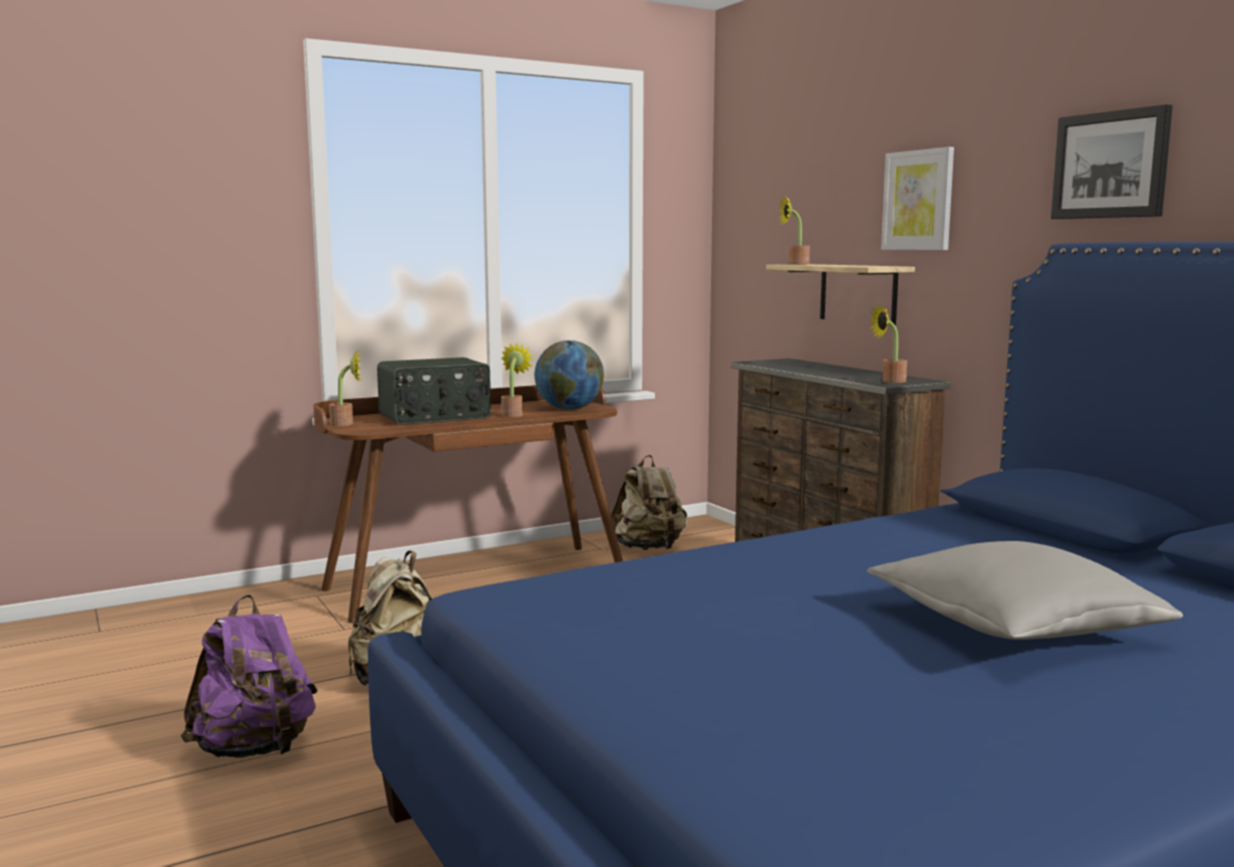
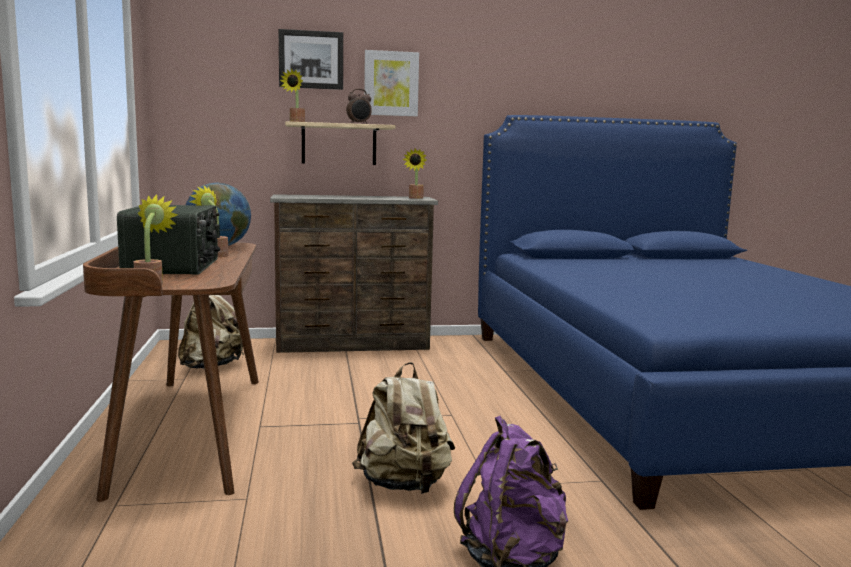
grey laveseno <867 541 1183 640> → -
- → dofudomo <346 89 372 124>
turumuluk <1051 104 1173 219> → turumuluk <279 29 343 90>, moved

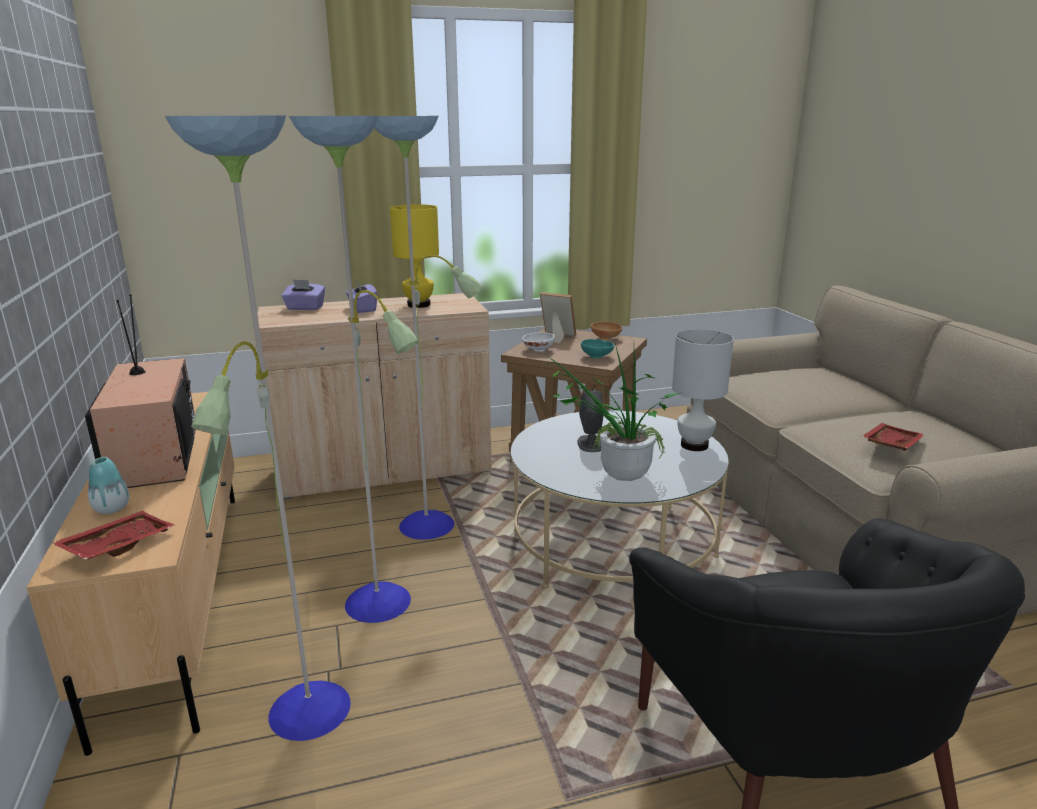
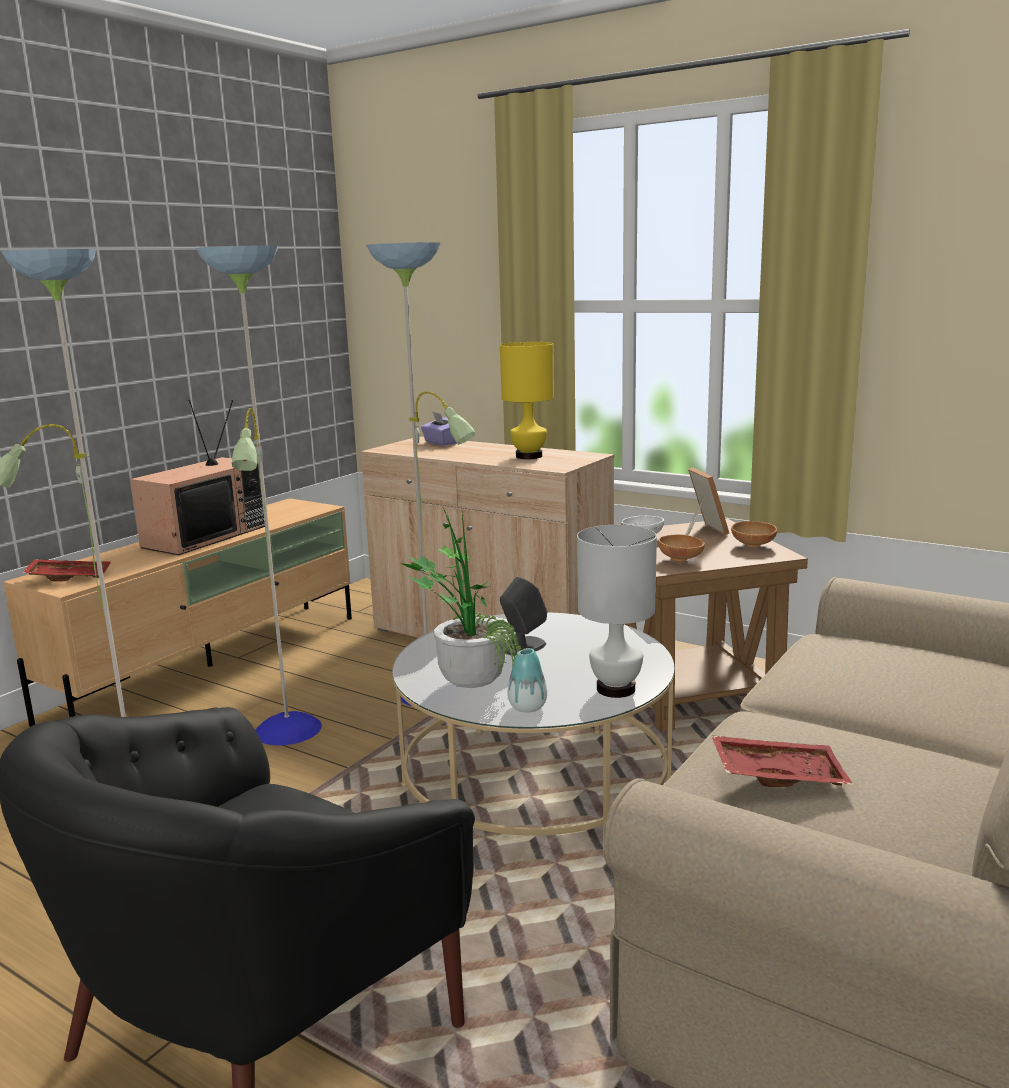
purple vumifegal <346 279 377 313> → -
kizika <88 457 129 514> → kizika <507 648 547 713>, moved
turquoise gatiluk <581 339 614 358> → brown gatiluk <658 534 705 561>

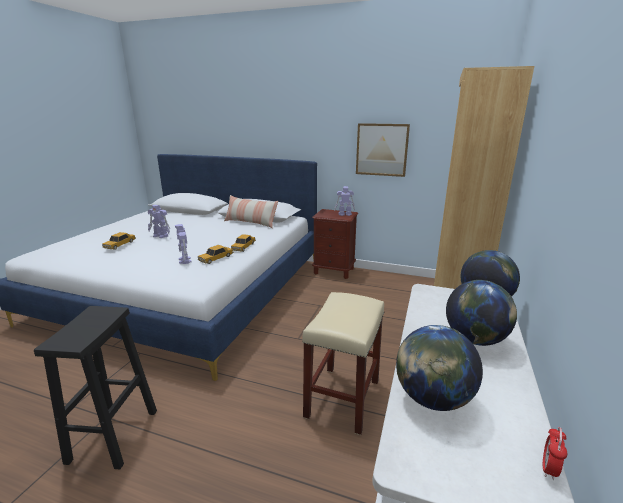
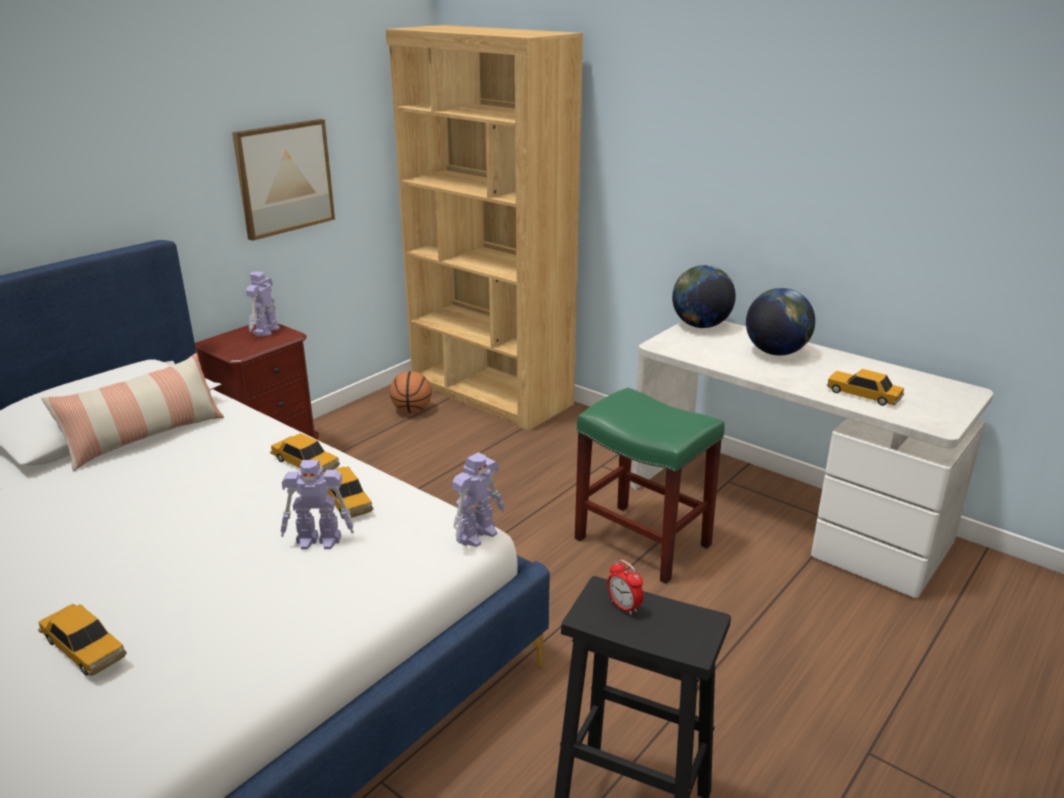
- → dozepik <390 371 432 413>
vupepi <148 205 170 238> → vupepi <452 452 504 547>, moved
dofudomo <543 427 567 480> → dofudomo <607 559 643 615>, moved
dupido <396 325 483 411> → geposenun <827 369 904 406>
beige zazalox <302 292 384 435> → green zazalox <575 387 725 584>

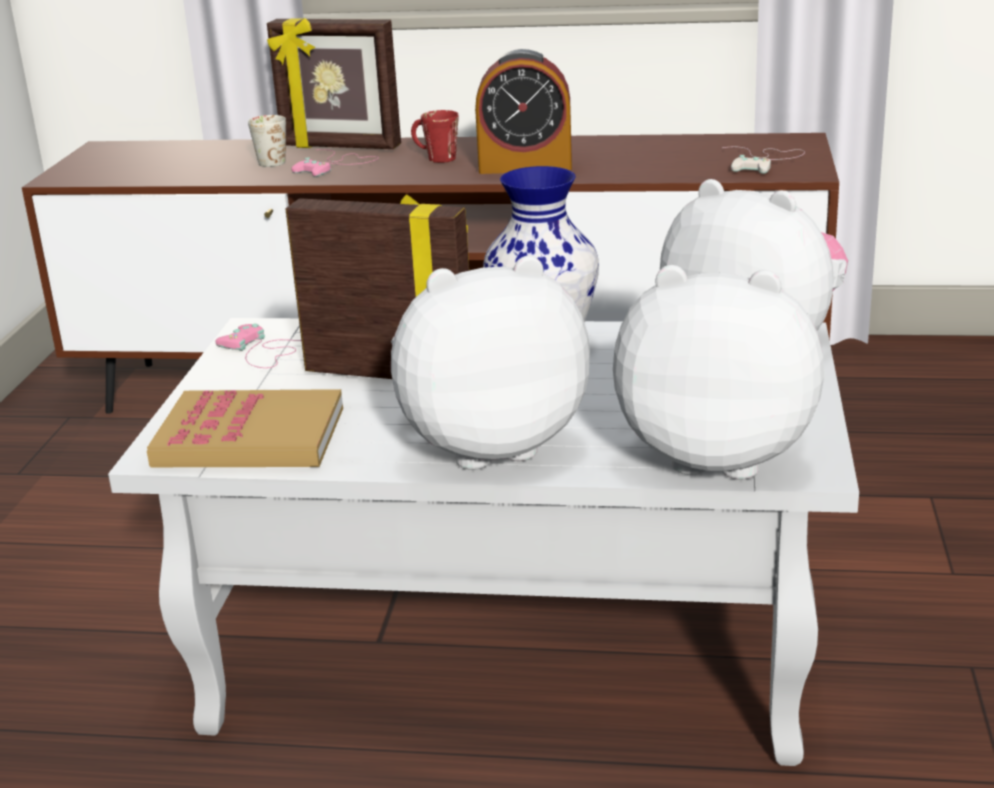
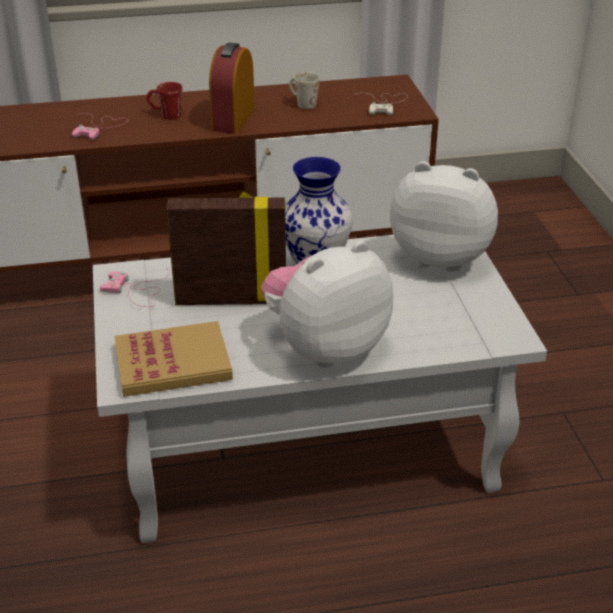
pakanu <267 18 401 149> → -
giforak <613 265 824 479> → -
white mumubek <248 115 286 167> → white mumubek <289 72 320 109>, moved
dofudomo <475 49 572 174> → dofudomo <209 43 255 134>, 120 degrees clockwise

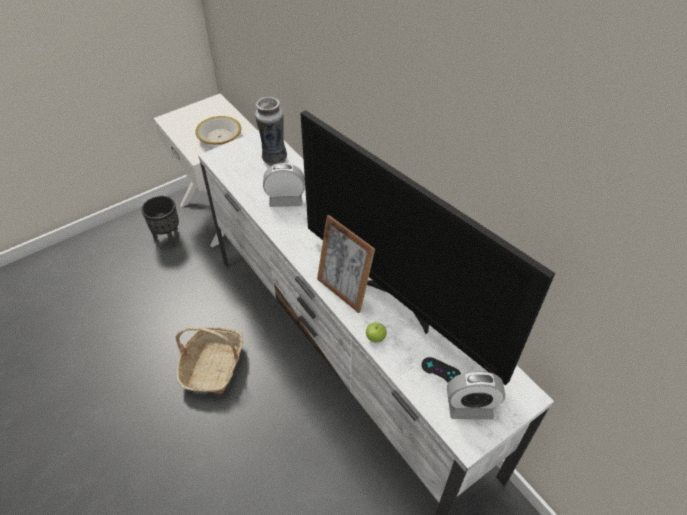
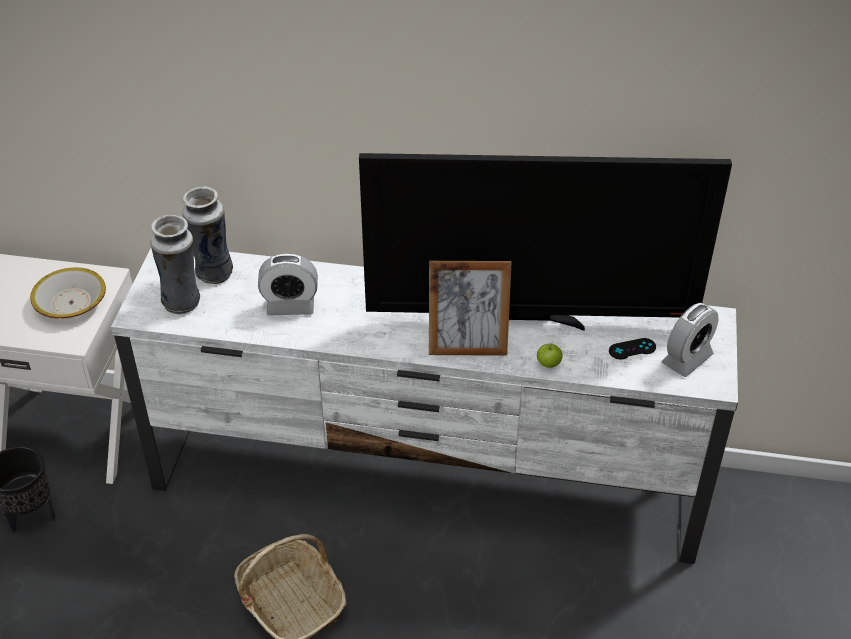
- → kizika <150 214 200 314>
dofudomo <263 163 305 207> → dofudomo <258 254 318 316>, 135 degrees counterclockwise

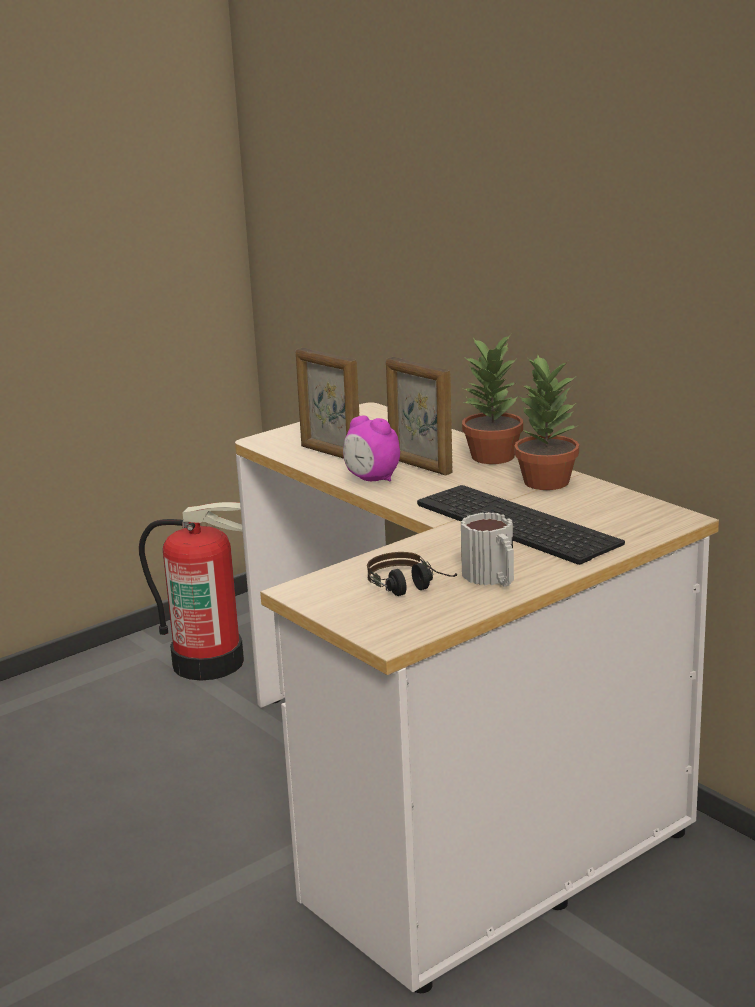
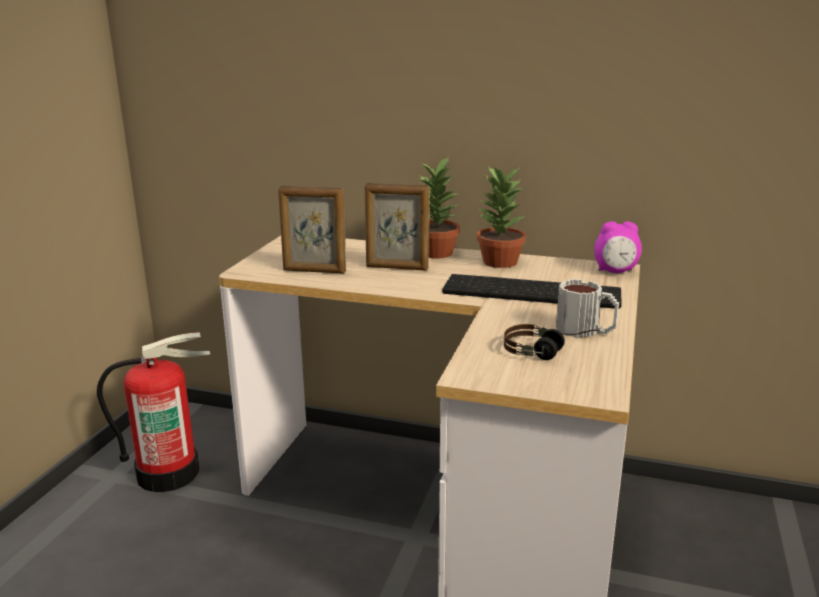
dofudomo <343 415 400 482> → dofudomo <594 221 642 273>, moved

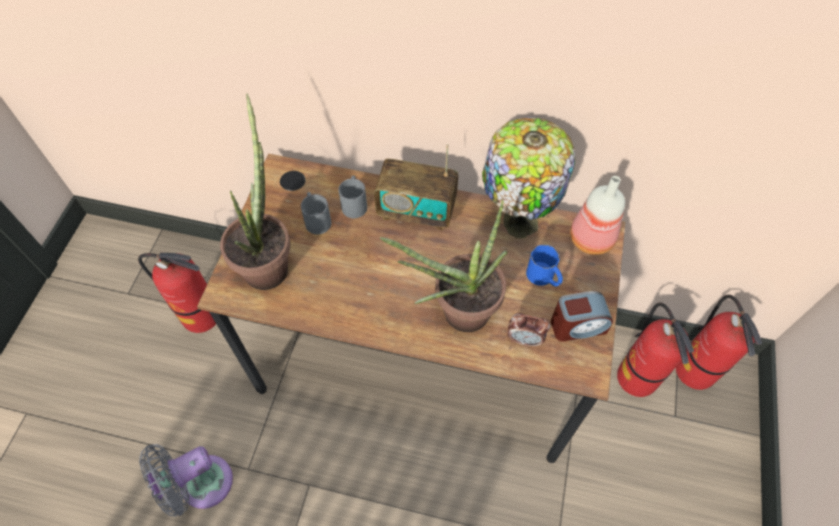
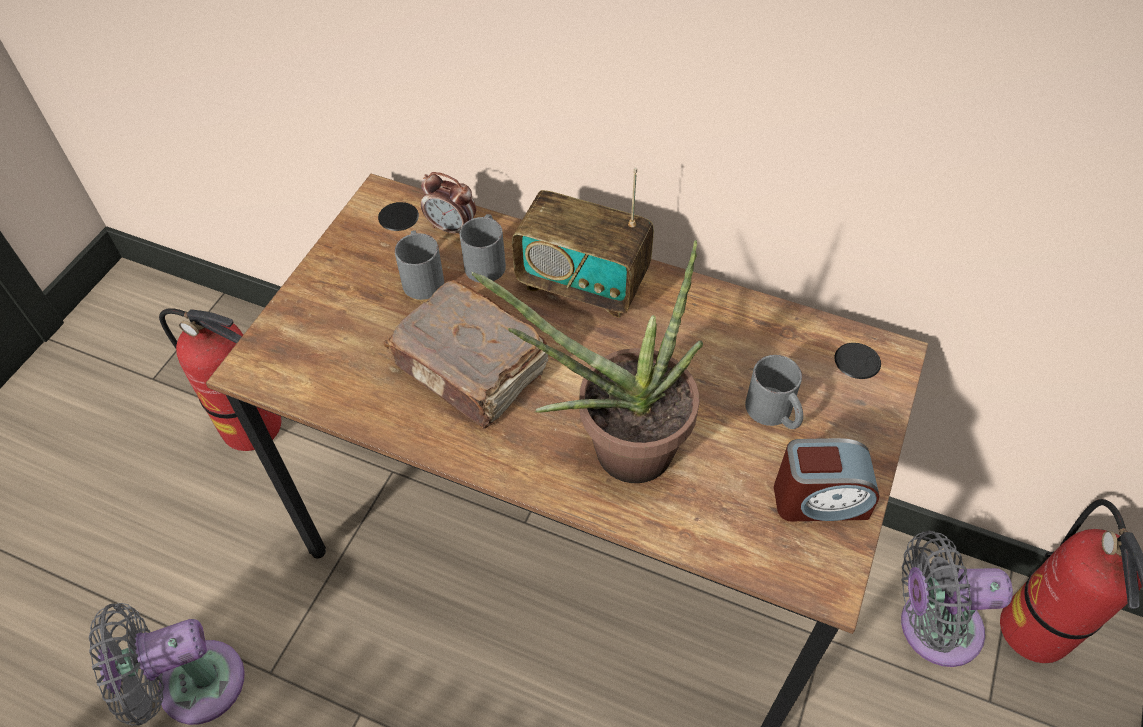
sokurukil <220 94 291 290> → -
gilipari <482 117 575 239> → -
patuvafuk <570 176 625 255> → -
- → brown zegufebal <383 280 549 429>
dofudomo <508 313 550 347> → dofudomo <421 172 476 234>, moved
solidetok <617 302 694 397> → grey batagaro <901 531 1013 667>
blue mumubek <526 245 563 286> → grey mumubek <745 355 803 429>

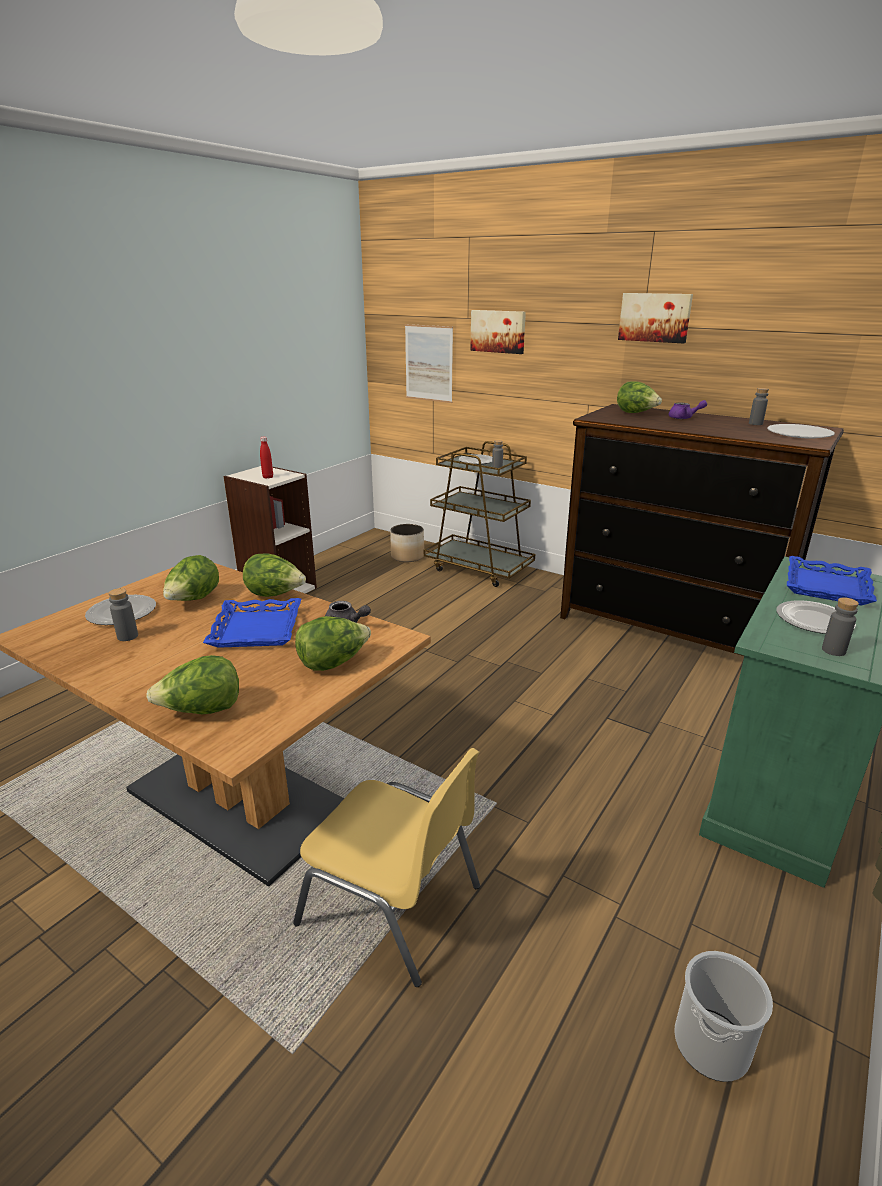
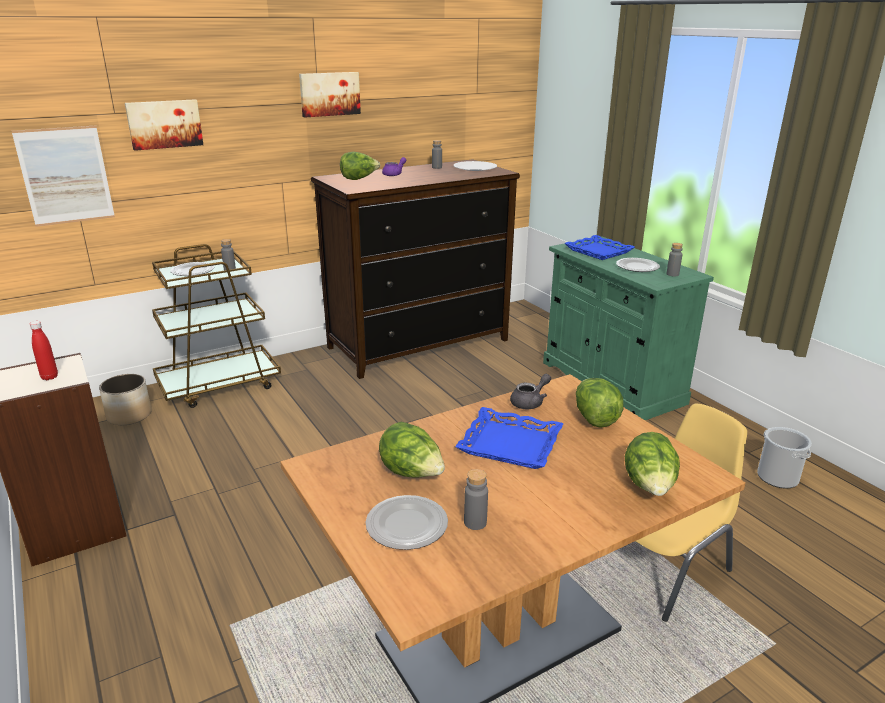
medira <243 554 306 597> → -

